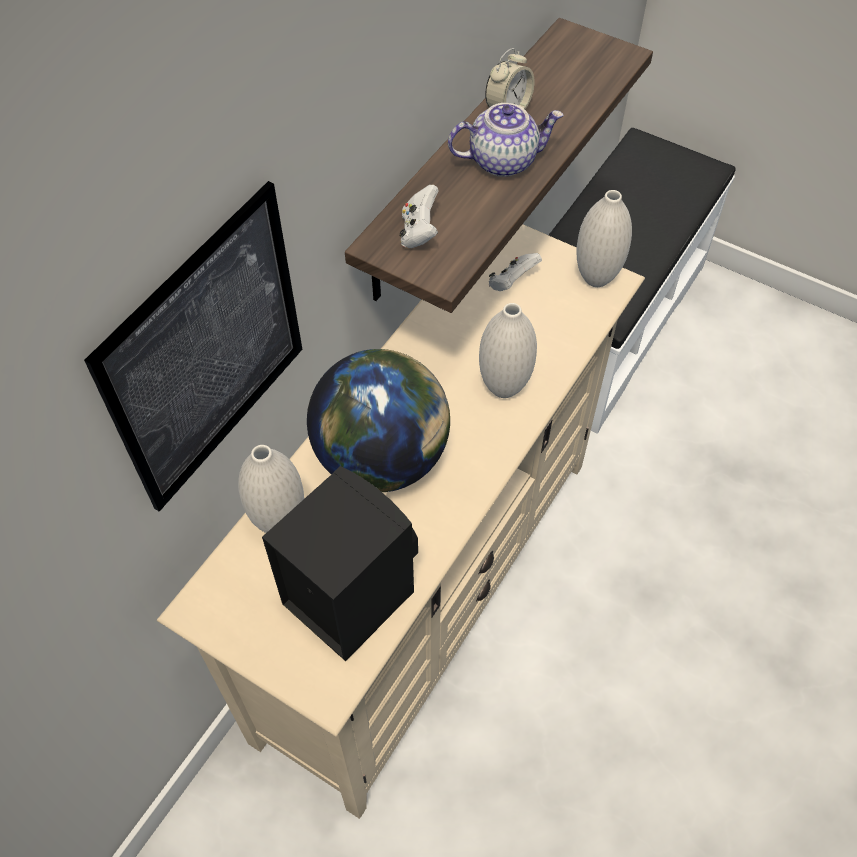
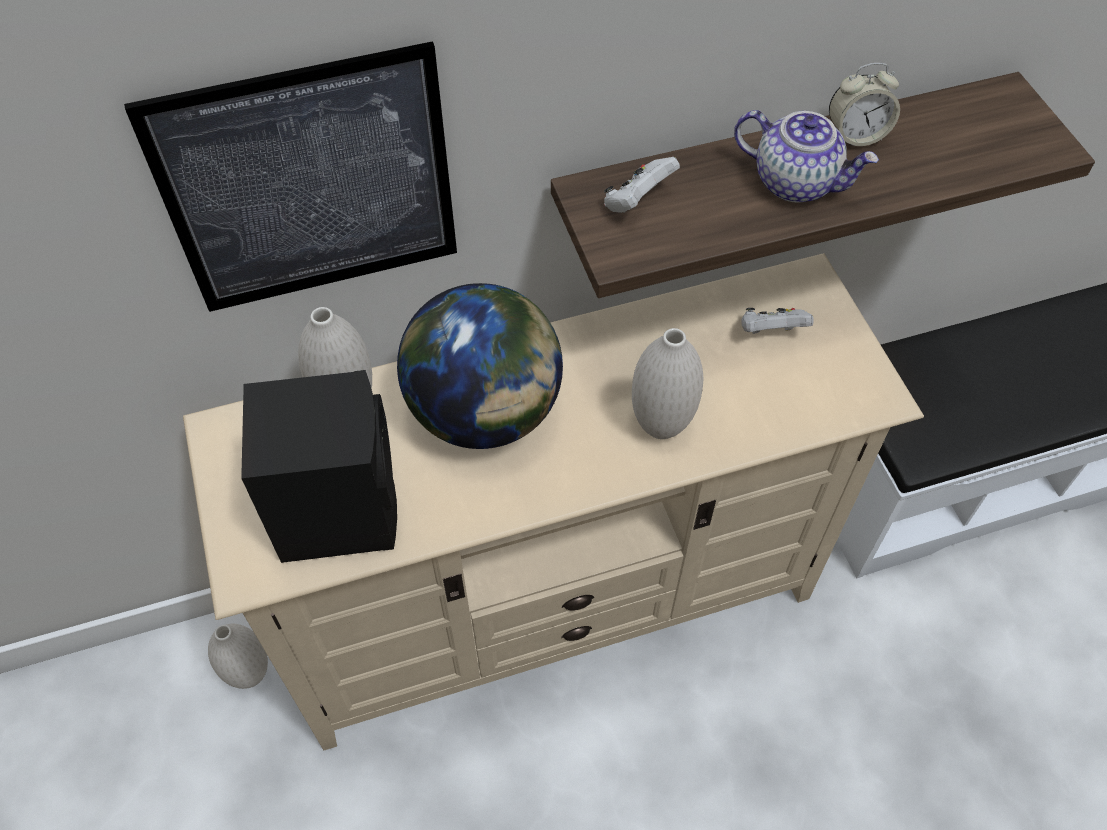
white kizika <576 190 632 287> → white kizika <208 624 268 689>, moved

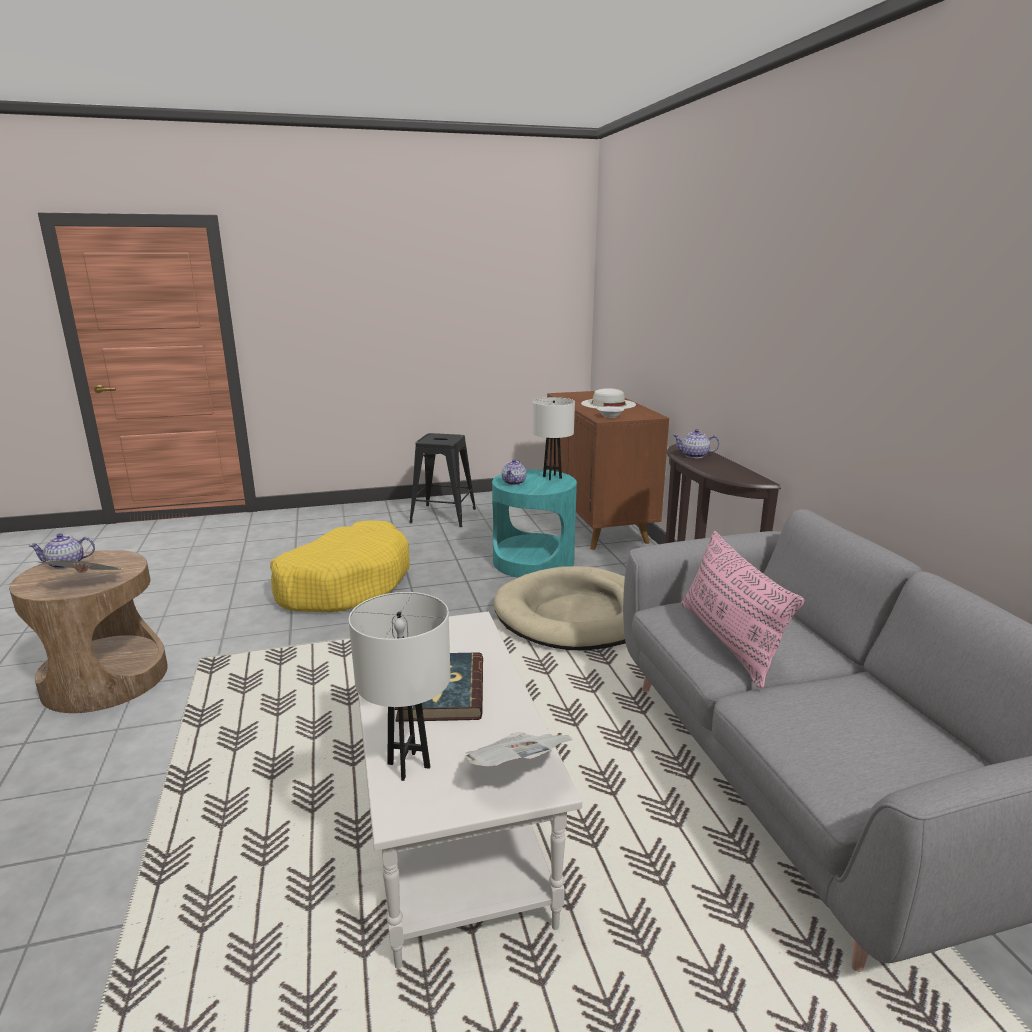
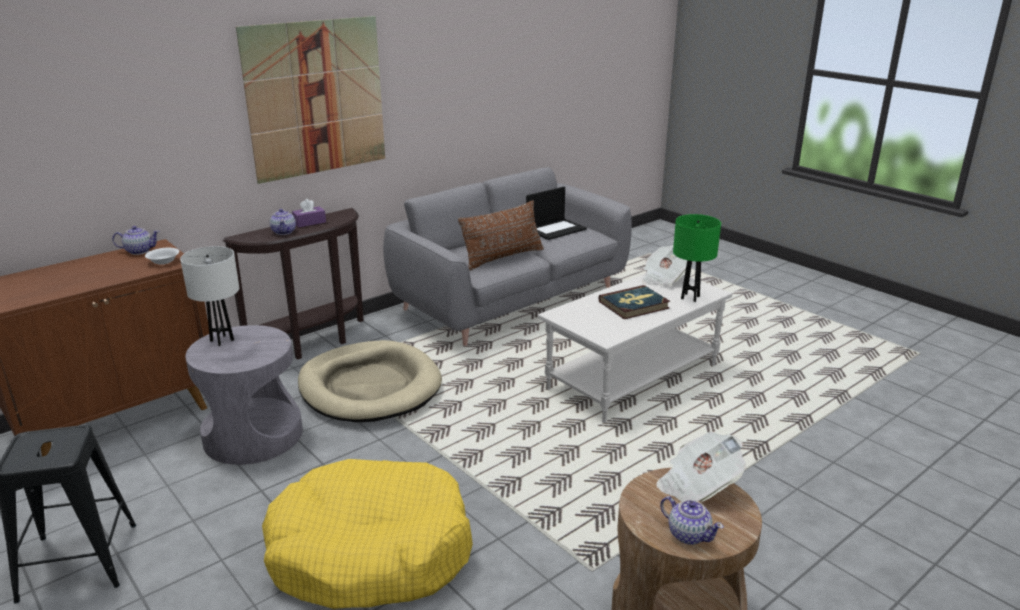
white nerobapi <581 388 636 409> → -
- → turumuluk <236 16 385 184>
- → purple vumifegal <292 199 326 227>
- → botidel <526 187 587 240>
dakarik <502 459 527 485> → dakarik <112 226 160 255>, moved
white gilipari <349 592 451 781> → green gilipari <673 214 721 302>
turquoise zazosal <492 469 577 578> → grey zazosal <185 325 303 465>
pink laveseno <681 531 805 688> → brown laveseno <458 200 544 271>

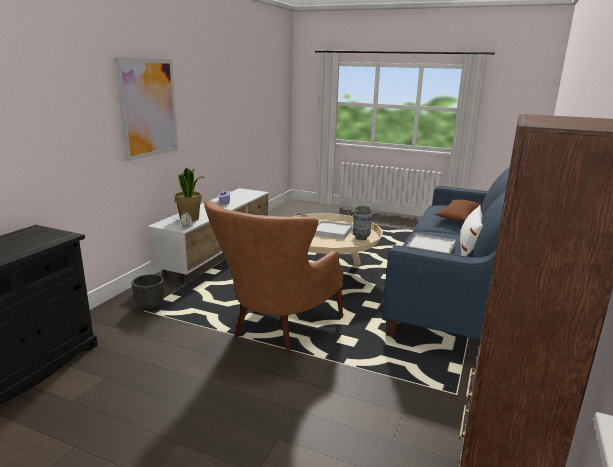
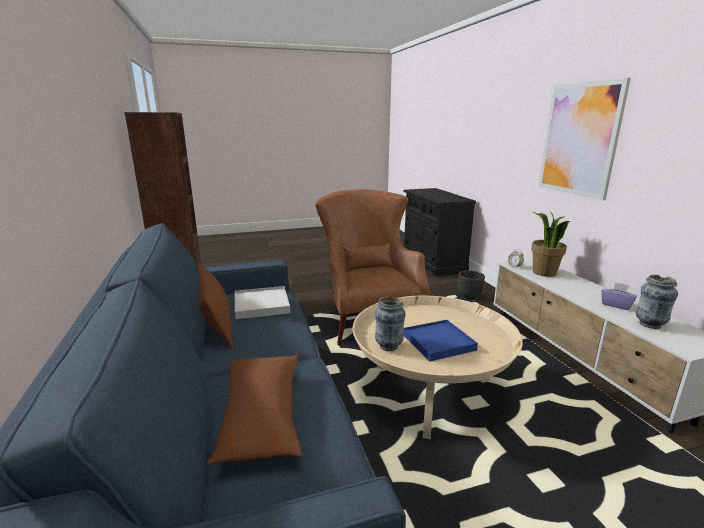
- → kizika <636 275 678 329>
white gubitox <315 221 353 239> → blue gubitox <403 320 478 361>
white laveseno <460 205 483 256> → brown laveseno <197 262 233 348>

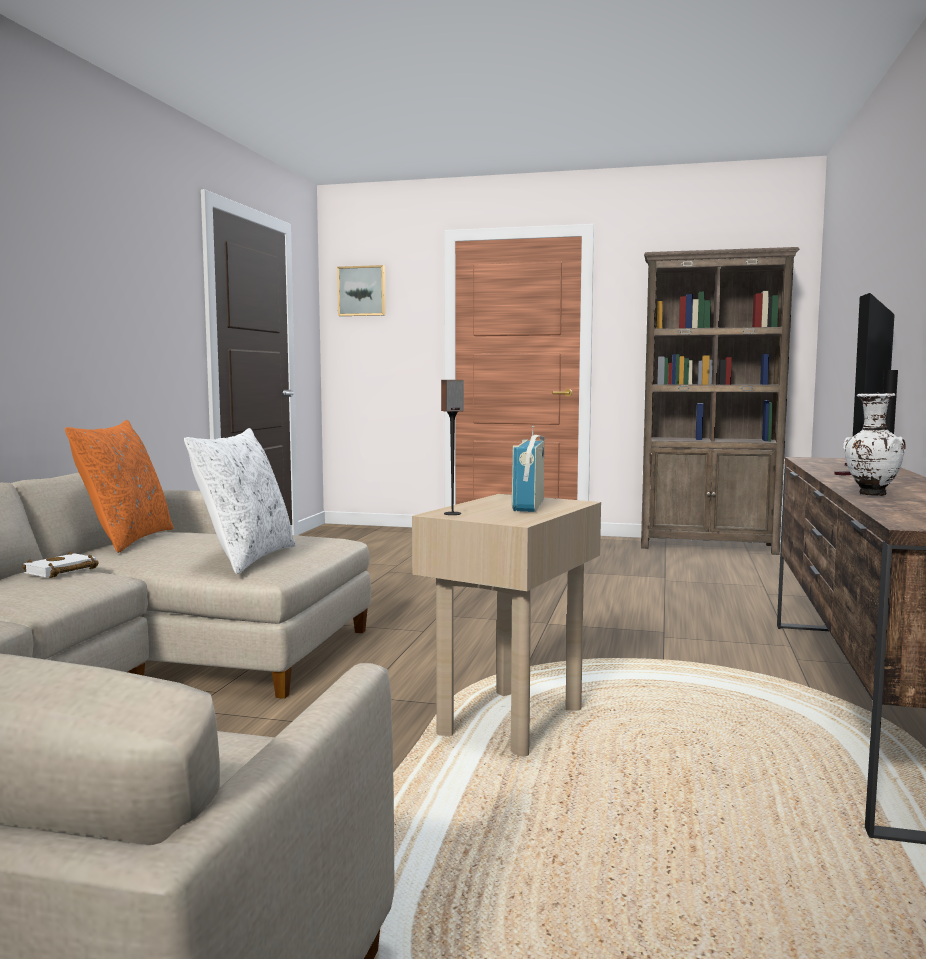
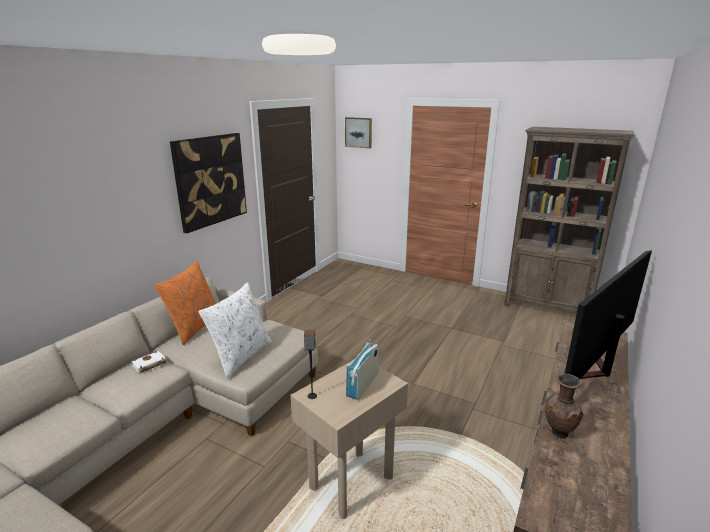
- → turumuluk <170 133 247 233>
white kizika <843 393 906 496> → brown kizika <545 374 583 439>

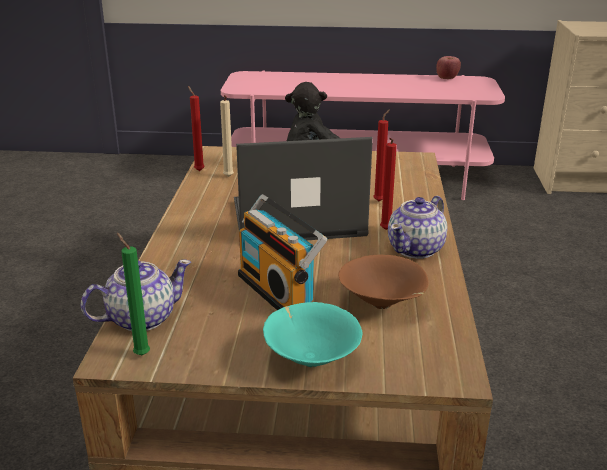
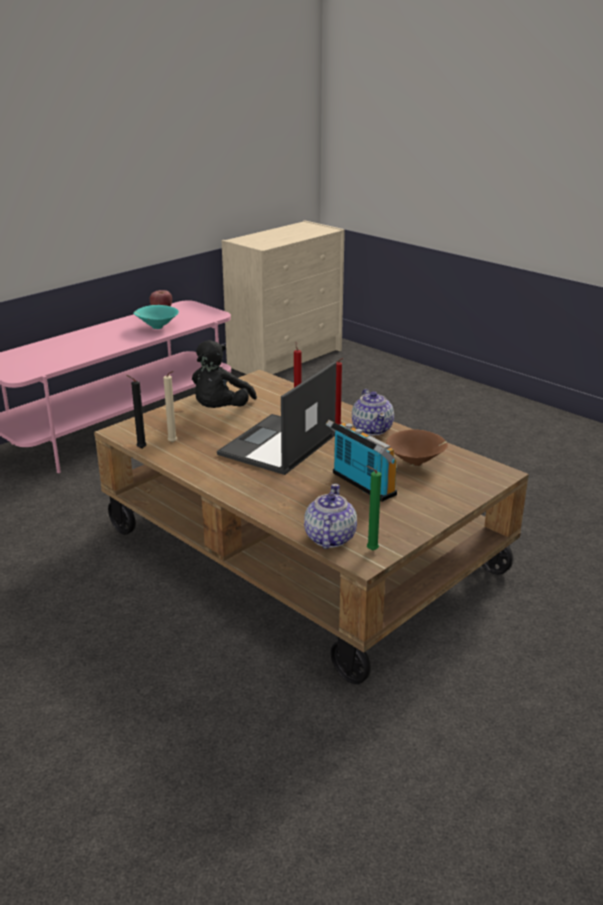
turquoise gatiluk <263 302 363 367> → turquoise gatiluk <133 305 179 329>, moved
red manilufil <188 86 205 171> → black manilufil <126 375 147 449>
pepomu <238 194 327 310> → pepomu <326 420 397 502>, 135 degrees counterclockwise

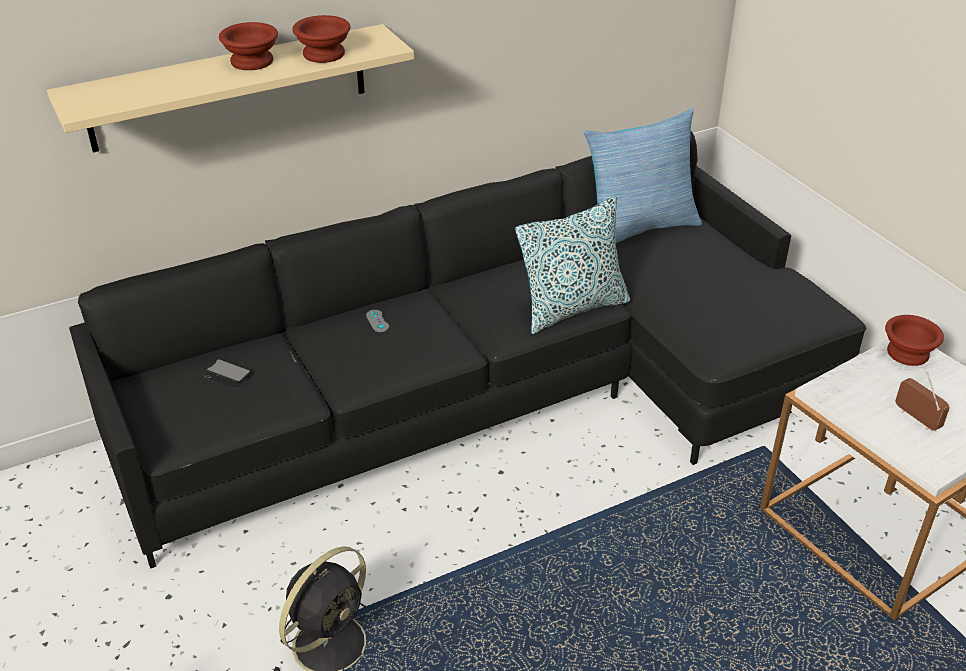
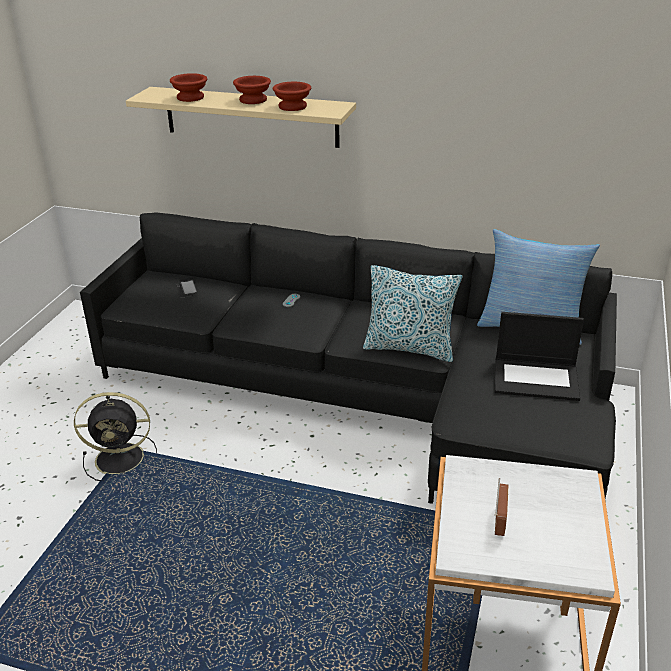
- → botidel <495 312 584 401>
brown gatiluk <885 315 944 366> → brown gatiluk <170 73 207 102>, moved

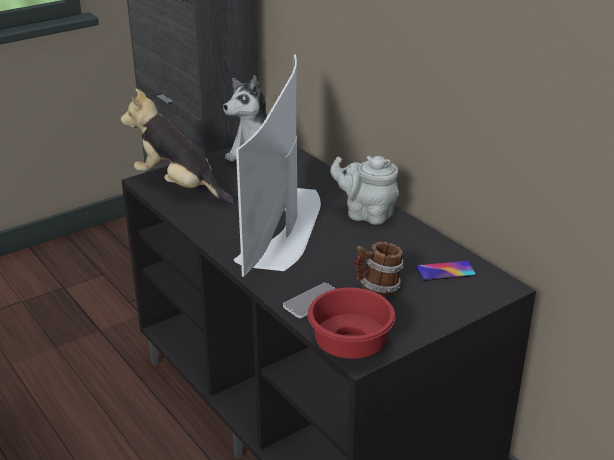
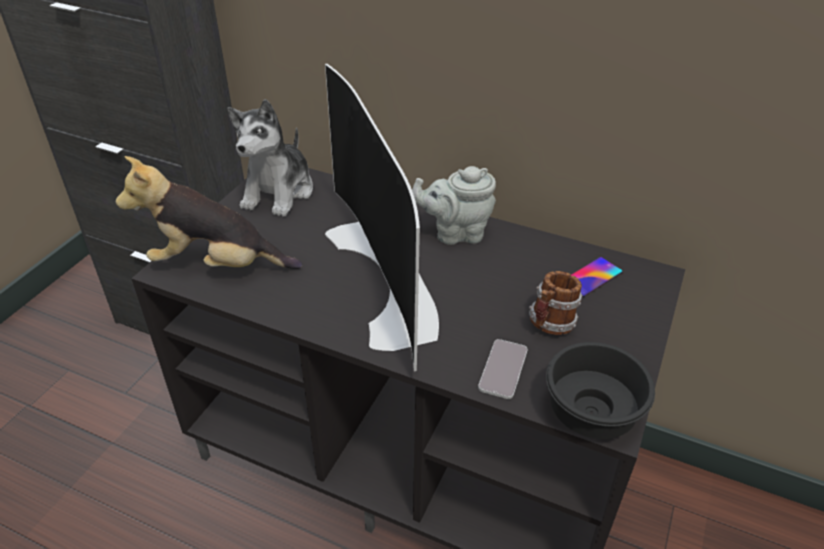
red gatiluk <308 287 395 359> → black gatiluk <546 342 655 439>

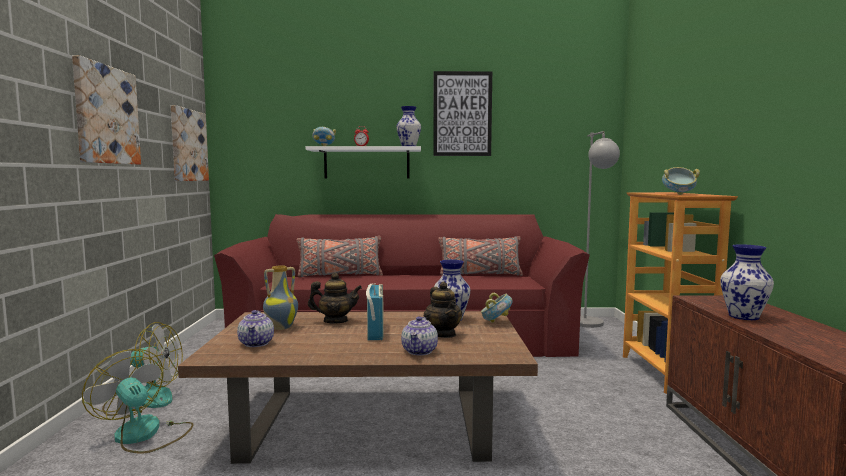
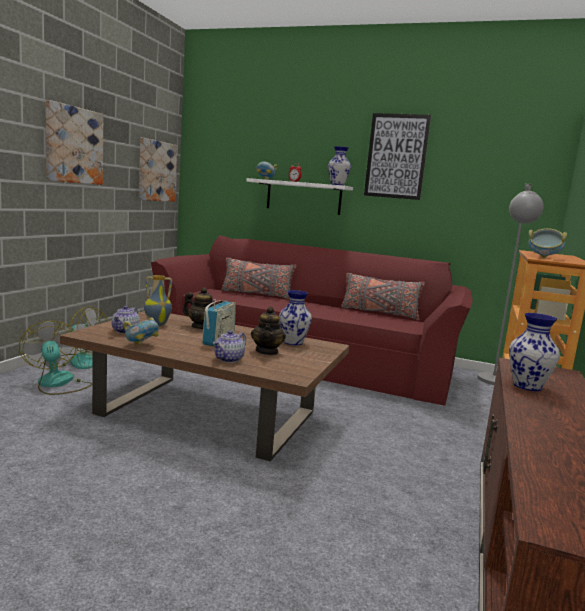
gatiluk <481 293 513 323> → gatiluk <123 318 159 345>, moved

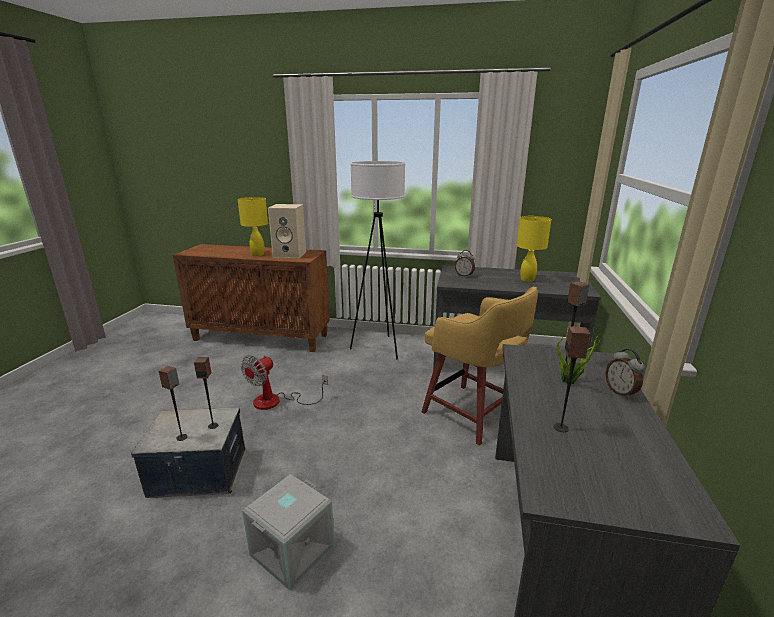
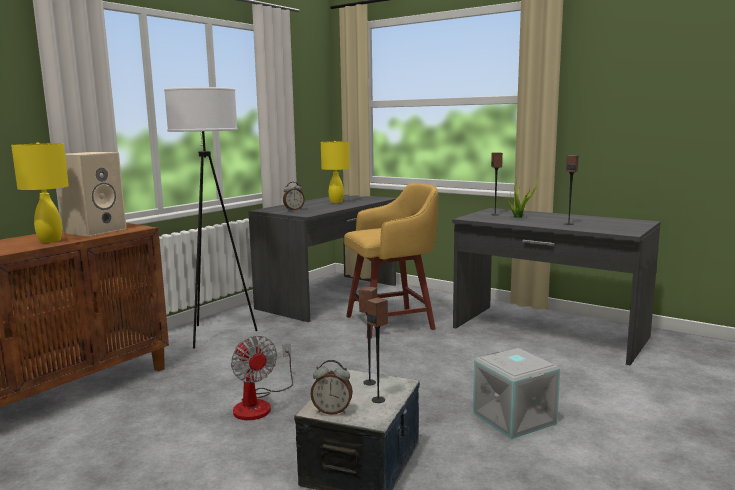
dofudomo <605 349 645 399> → dofudomo <311 360 353 415>, moved

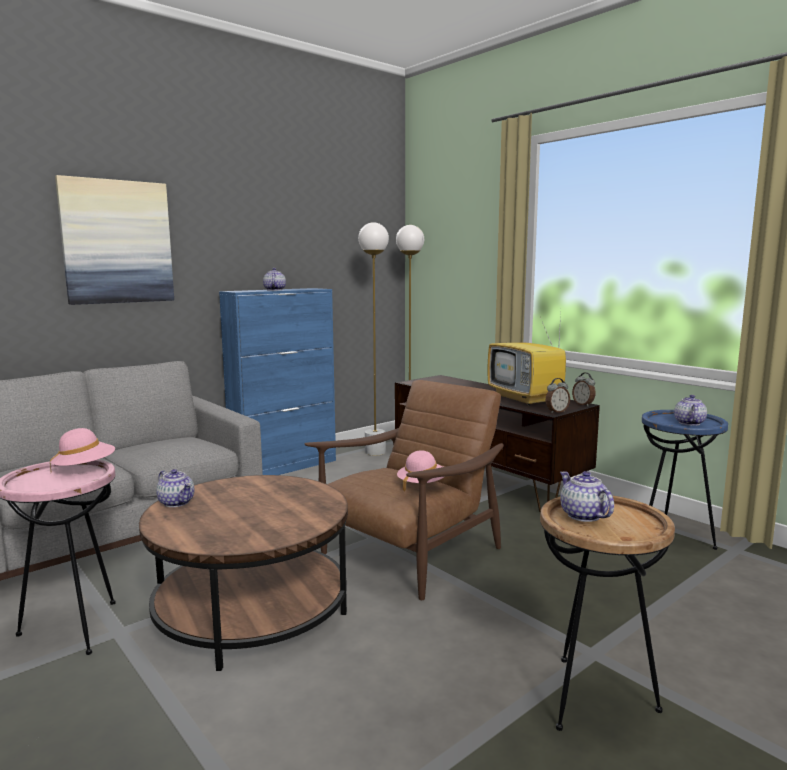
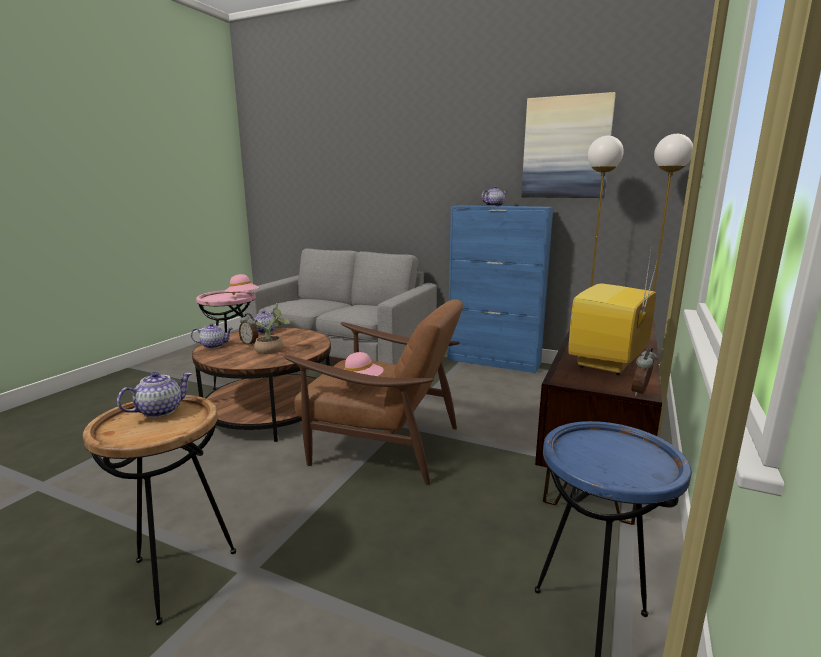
- → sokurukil <254 303 291 354>
turumuluk <55 175 174 305> → turumuluk <521 92 616 198>, moved
dofudomo <546 378 570 413> → dofudomo <239 313 258 346>, moved
dakarik <674 395 707 426> → dakarik <191 323 233 349>, moved

